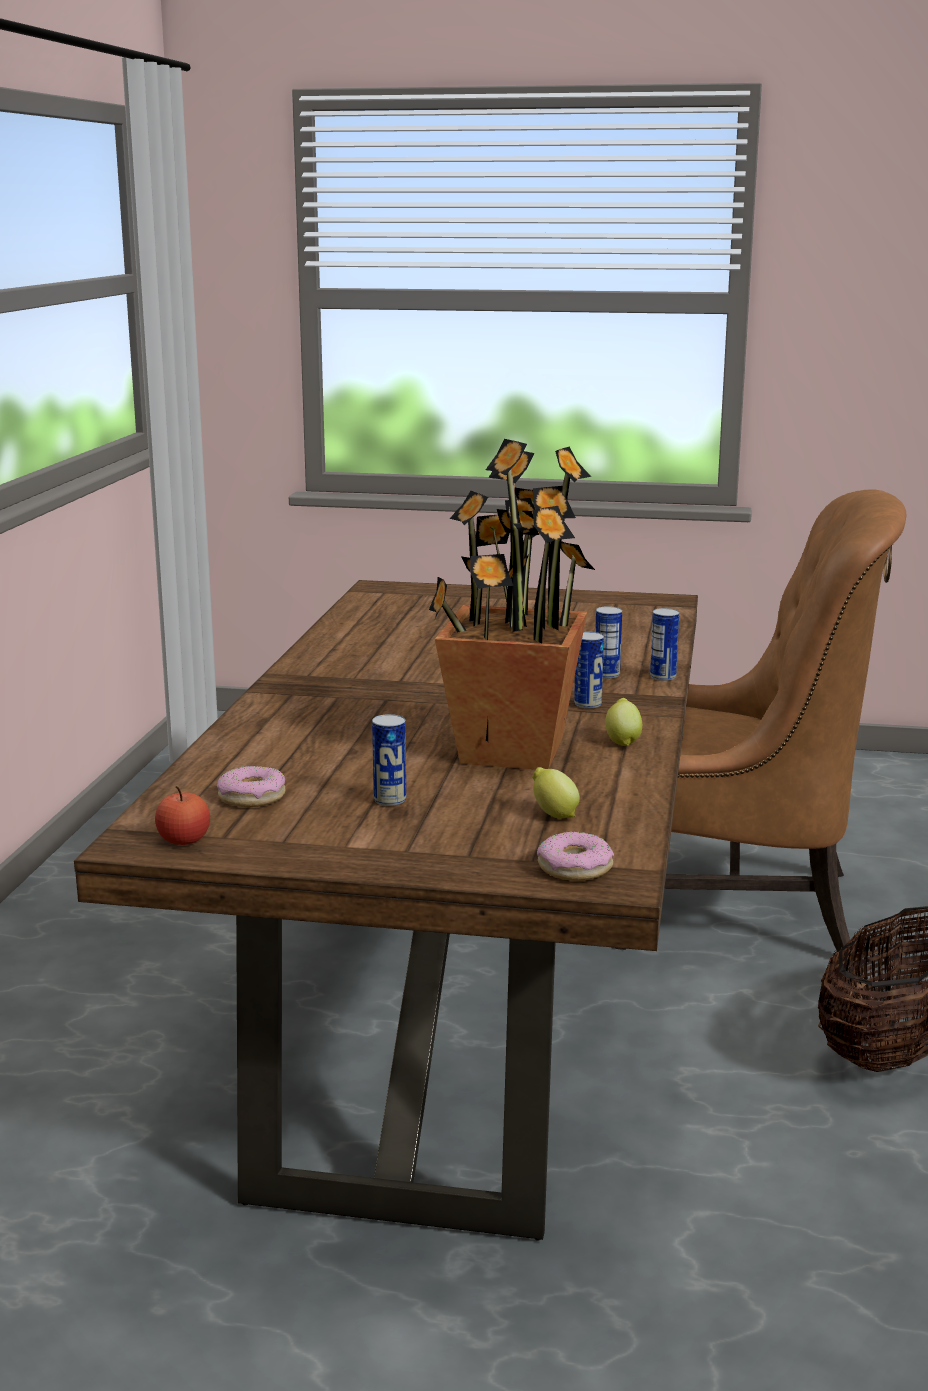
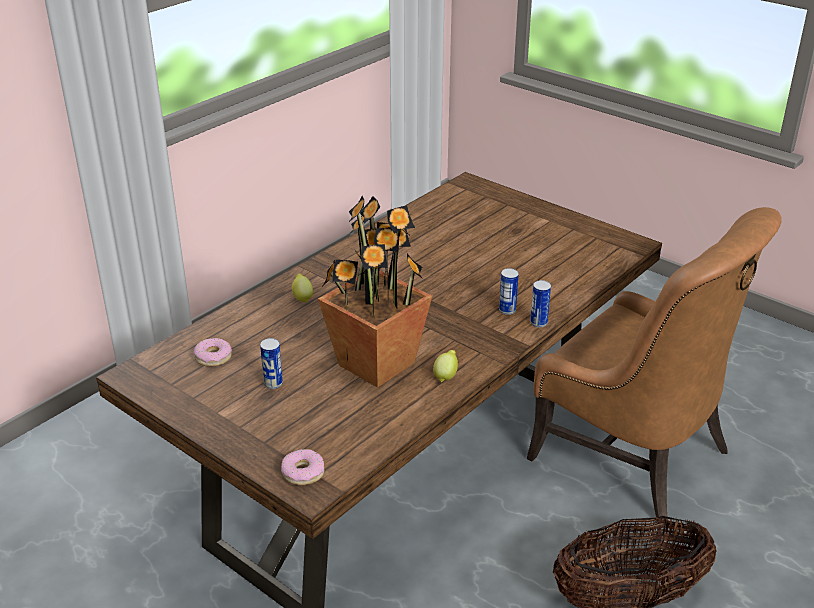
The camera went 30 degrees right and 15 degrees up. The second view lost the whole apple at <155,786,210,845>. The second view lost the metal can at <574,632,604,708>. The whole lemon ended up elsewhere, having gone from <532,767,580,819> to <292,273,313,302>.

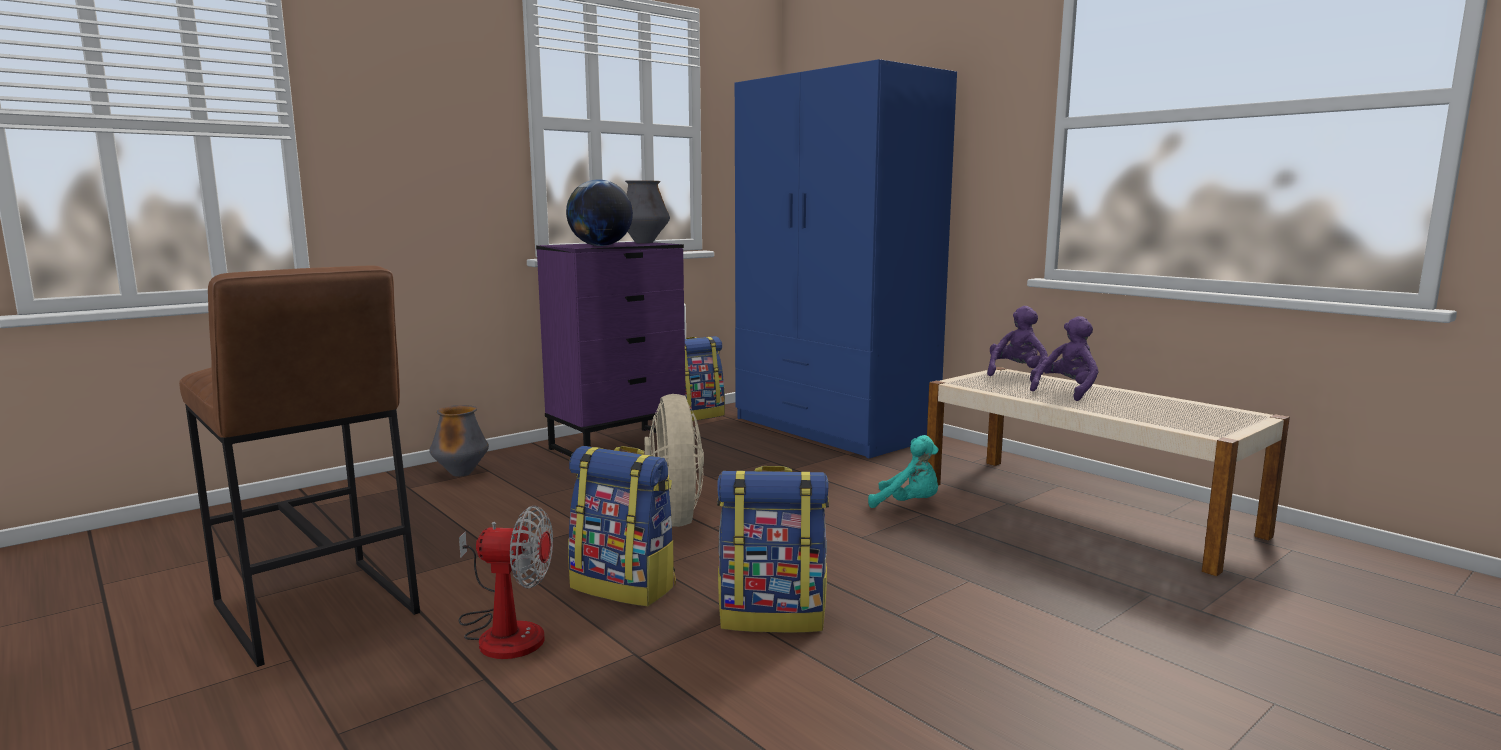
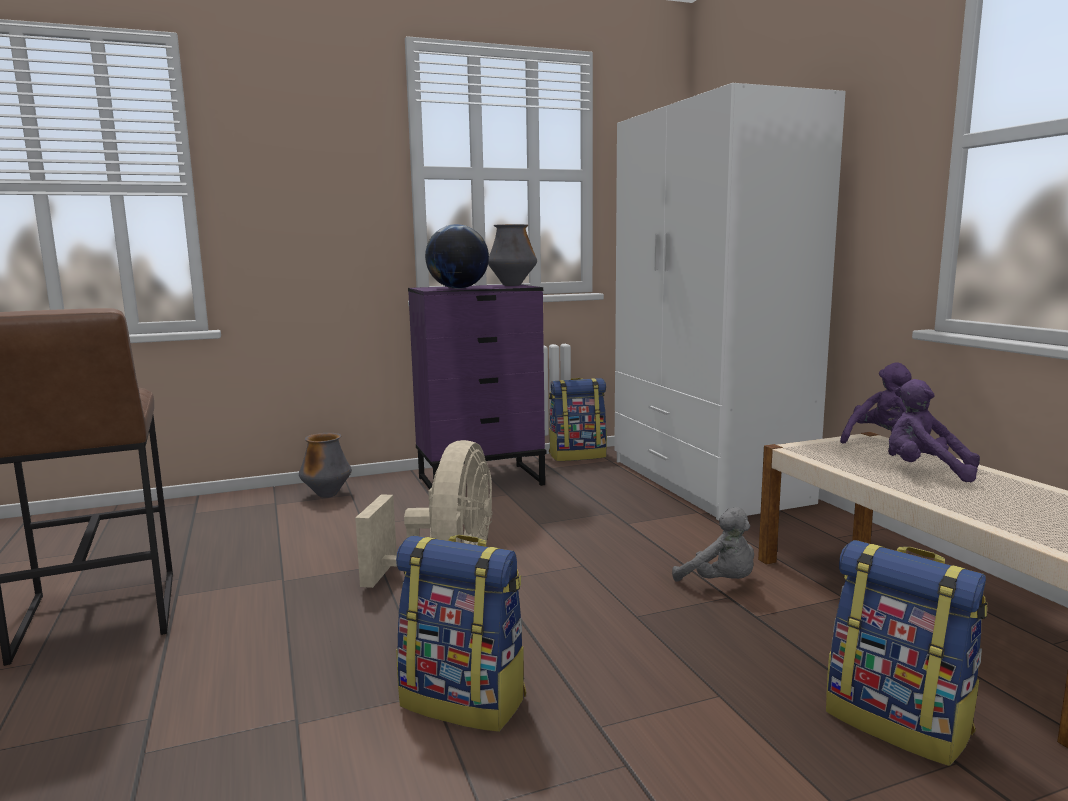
The camera went 20 degrees right and 0 degrees up. The second view lost the cooling fan at <458,506,553,659>. The rucksack ended up elsewhere, having gone from <568,446,676,606> to <826,540,987,766>. What was the bluish clothes cupboard at <735,59,957,458> turned into the whitish clothes cupboard at <614,83,846,521>. What was the turquoise-coloured cuddly toy at <868,435,939,508> turned into the greyish cuddly toy at <672,507,754,582>. The purple cuddly toy at <1030,316,1099,401> ended up facing another way, 120 degrees counterclockwise from before.

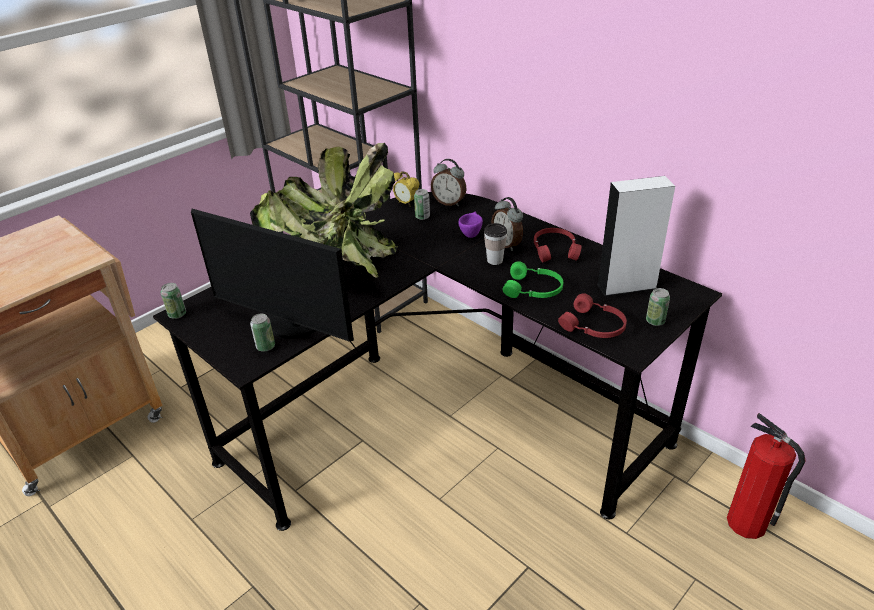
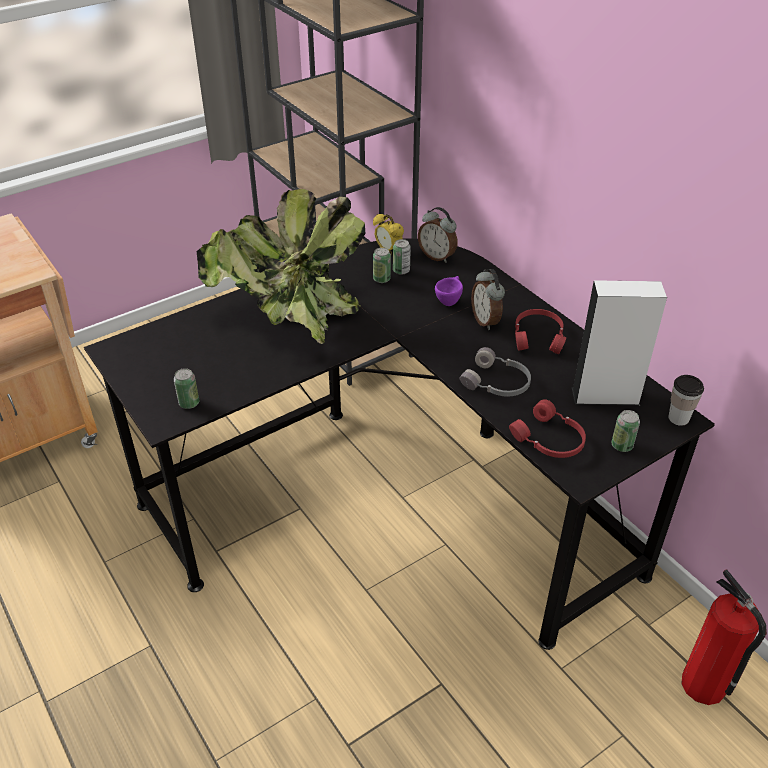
The camera went 10 degrees right and 5 degrees up. The second view lost the computer screen at <191,209,354,341>. The metal can ended up elsewhere, having gone from <160,283,186,319> to <373,247,391,283>. The small cup ended up elsewhere, having gone from <484,223,507,265> to <668,375,704,426>. What was the greenish headset at <502,261,563,298> turned into the greyish headset at <459,347,531,397>.

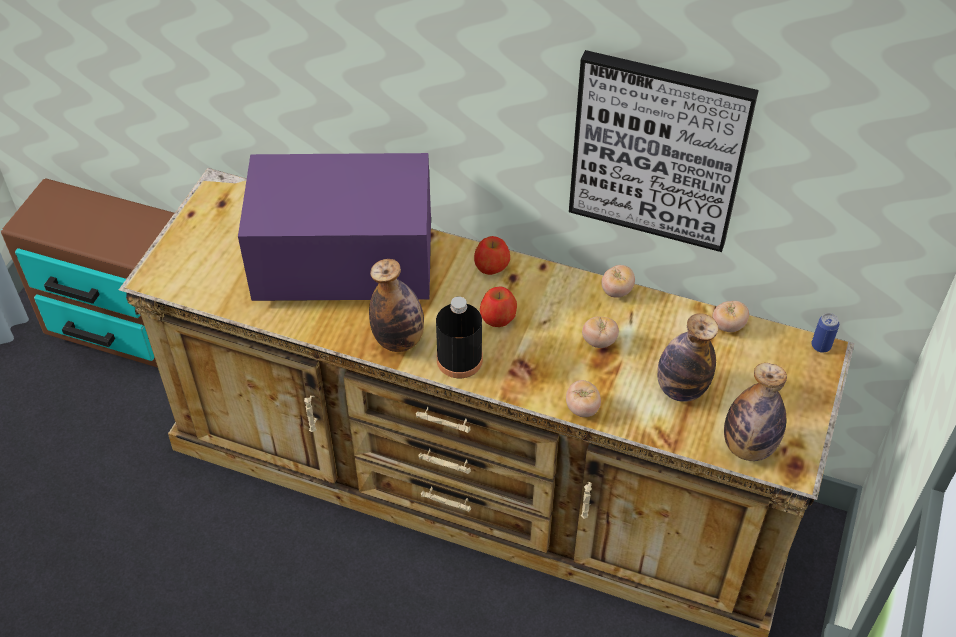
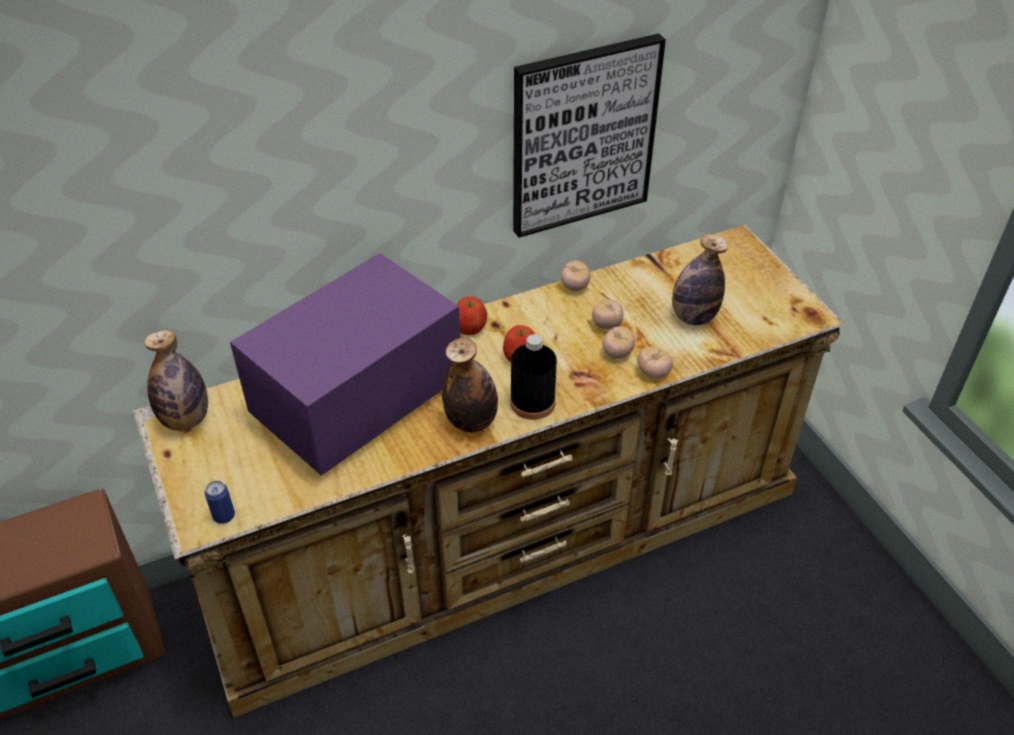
The camera went 45 degrees left and 5 degrees down. The fresh tomato ended up elsewhere, having gone from <713,301,749,332> to <603,326,635,359>. The beverage bottle ended up elsewhere, having gone from <724,363,787,461> to <144,330,208,431>. The metal can ended up elsewhere, having gone from <811,313,839,353> to <205,480,235,524>.

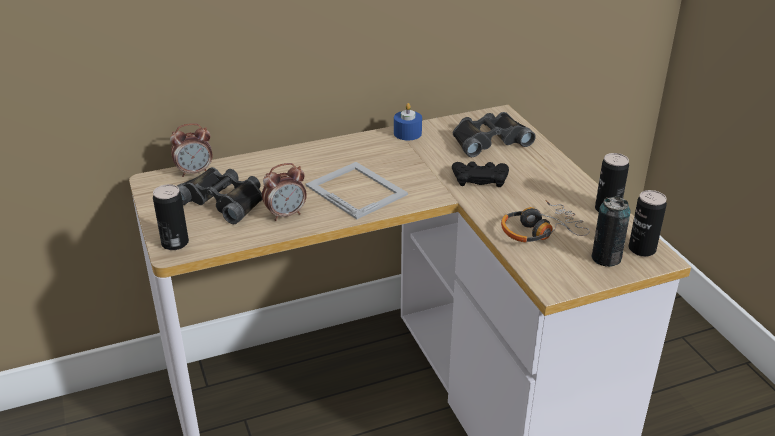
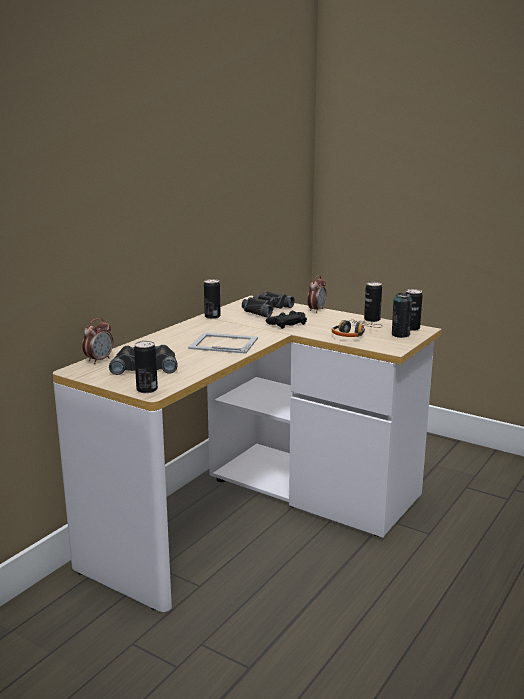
The camera went 35 degrees left and 15 degrees down. The alarm clock ended up elsewhere, having gone from <262,163,307,221> to <307,275,327,313>. Where the bluish wax candle stood at <394,103,422,141>, the metal can came to stand at <204,279,221,319>.

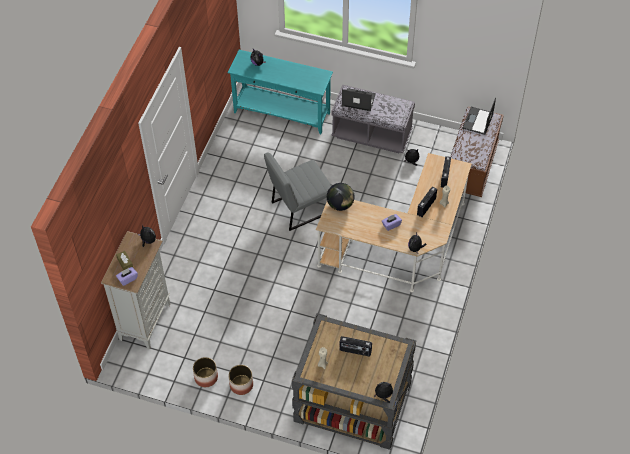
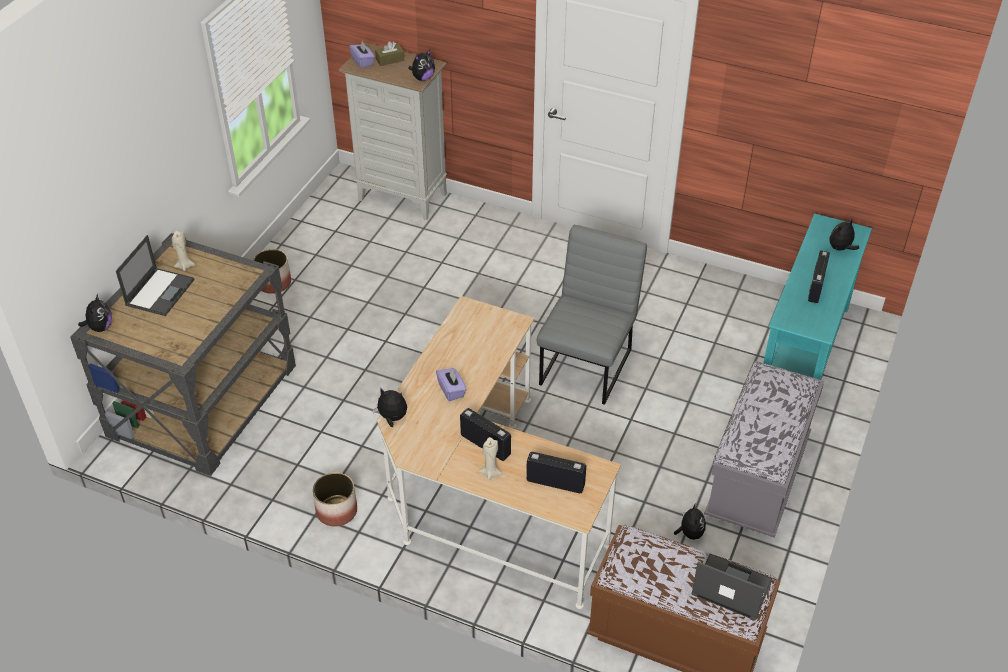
The camera went 95 degrees right and 10 degrees down. The second view lost the world globe at <327,183,355,211>. The plant pot ended up elsewhere, having gone from <193,357,218,387> to <313,472,357,526>. The radio receiver ended up elsewhere, having gone from <339,336,372,357> to <808,250,830,304>. The notebook computer ended up elsewhere, having gone from <342,88,376,111> to <116,235,194,316>. The greyish plain chair at <264,152,332,231> ended up facing another way, 45 degrees clockwise from before.

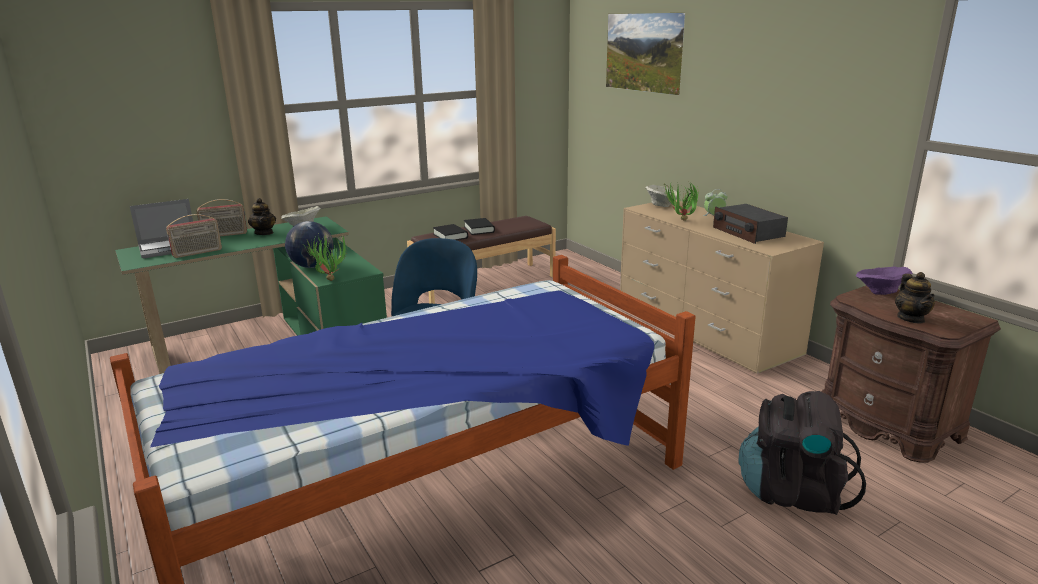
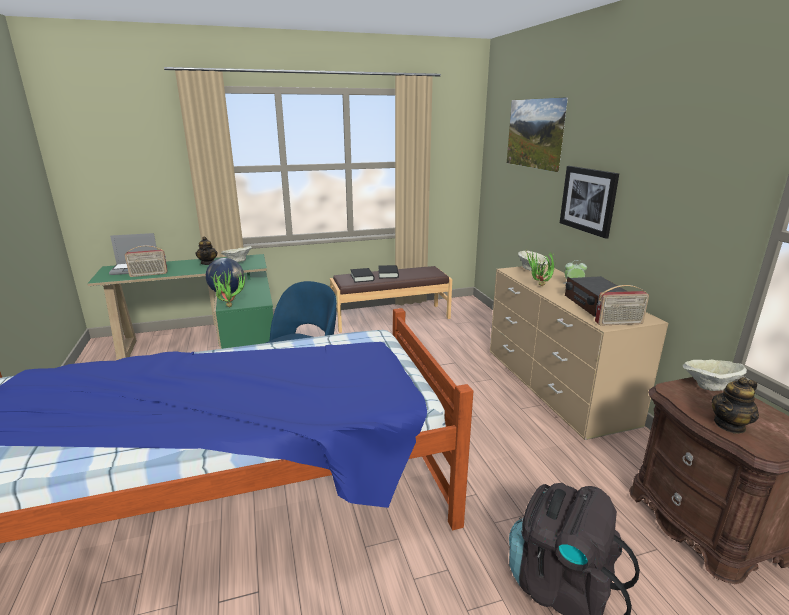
The camera went 15 degrees right and 0 degrees up. The second view gained the picture at <560,166,619,239>. The radio receiver ended up elsewhere, having gone from <197,199,247,236> to <595,285,649,326>. What was the purple deep dish at <855,266,912,295> turned into the beige-coloured deep dish at <683,360,747,391>. The tea pot at <895,272,935,323> ended up facing another way, 45 degrees clockwise from before.

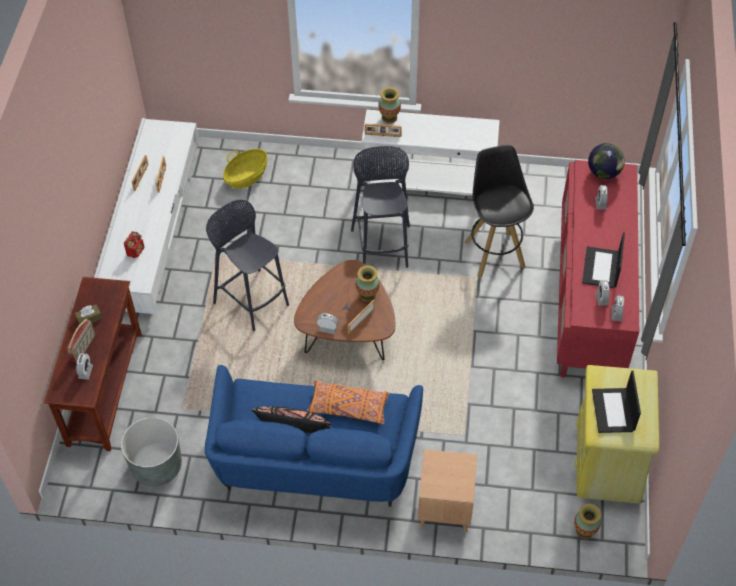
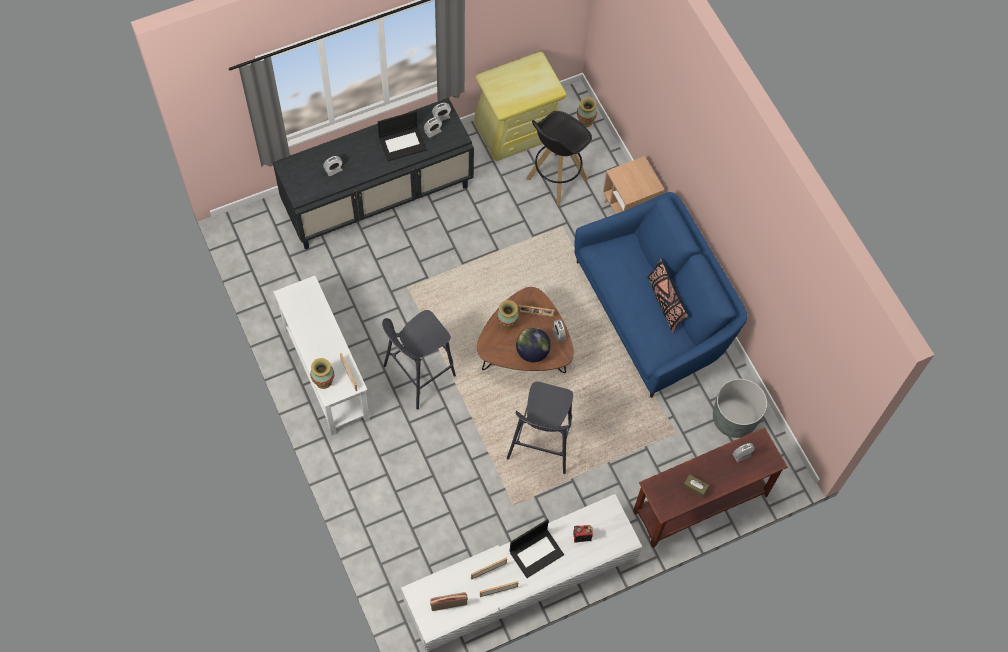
The camera went 125 degrees left and 10 degrees up. The second view lost the household basket at <223,149,267,189>. The second view lost the orange cushion at <307,380,389,424>. The radio receiver ended up elsewhere, having gone from <67,319,95,363> to <430,592,468,611>. The blackish stool ended up elsewhere, having gone from <465,145,534,278> to <526,111,592,205>. The world globe ended up elsewhere, having gone from <588,143,625,179> to <516,328,551,362>. The notebook computer ended up elsewhere, having gone from <592,370,641,433> to <510,519,564,578>. What was the reddish cabinet at <557,160,639,378> turned into the blackish cabinet at <273,98,474,249>.

